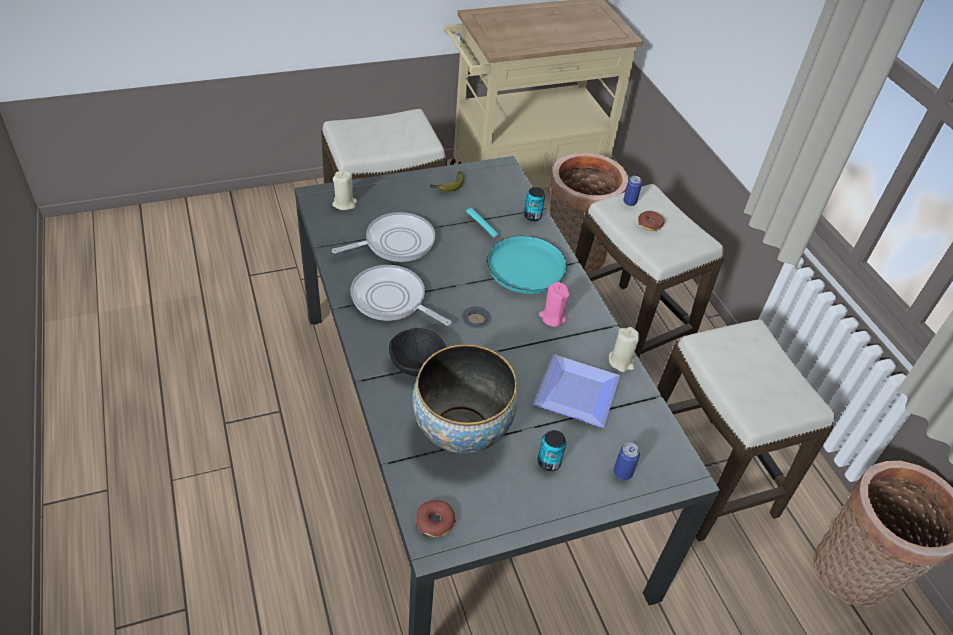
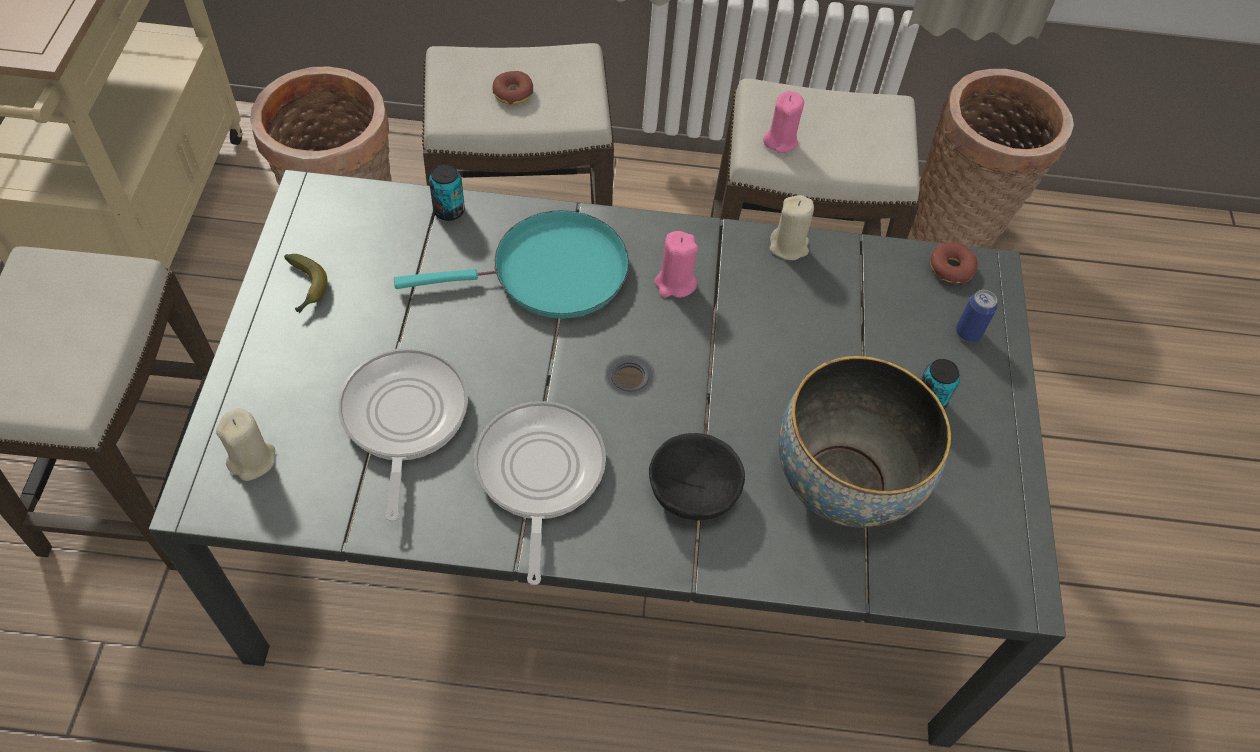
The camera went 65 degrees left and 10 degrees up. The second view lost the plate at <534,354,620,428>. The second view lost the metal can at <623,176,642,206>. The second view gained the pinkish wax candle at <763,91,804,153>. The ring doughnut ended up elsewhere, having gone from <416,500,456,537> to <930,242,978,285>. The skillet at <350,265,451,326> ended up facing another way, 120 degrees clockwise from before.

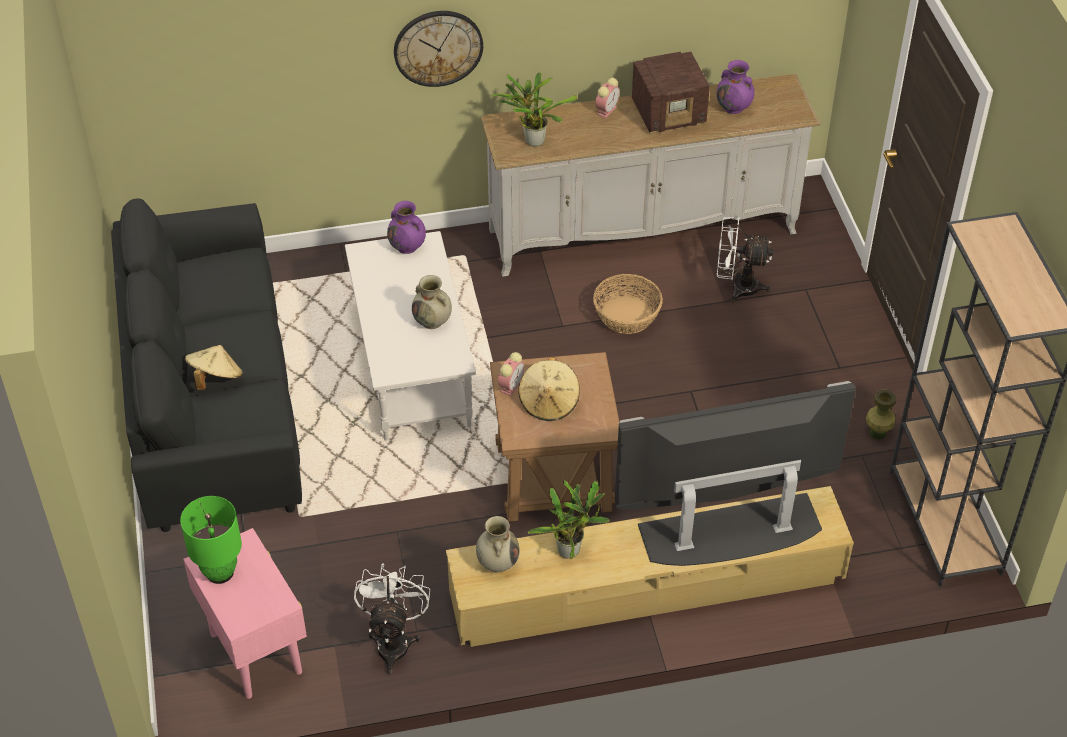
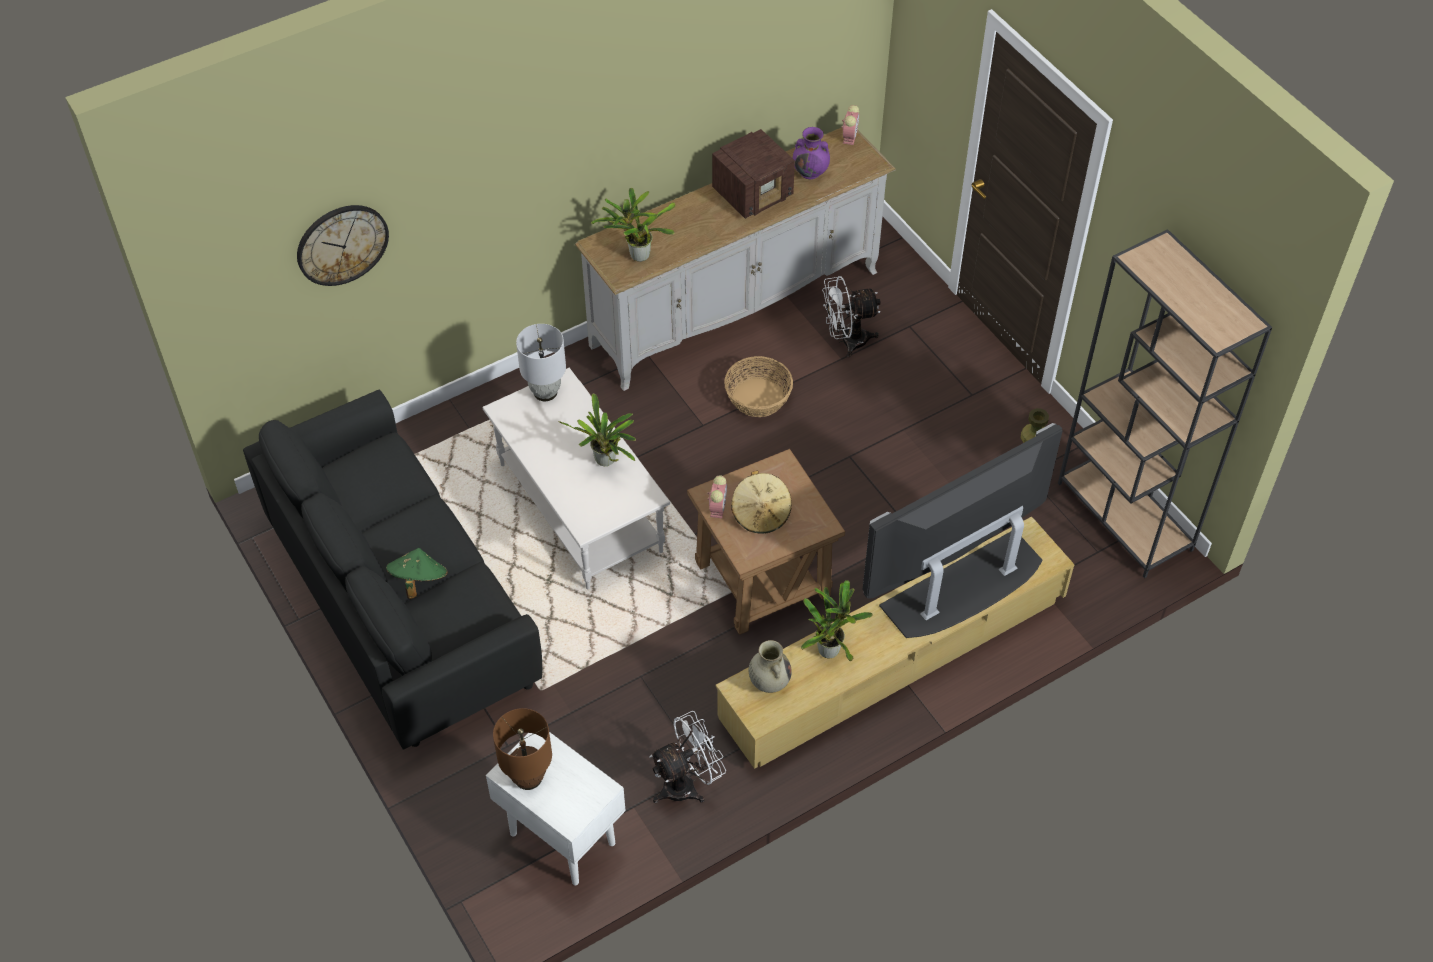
The camera went 20 degrees left and 5 degrees up. The hanging clock ended up elsewhere, having gone from <394,11,483,87> to <297,205,389,286>. The alarm clock ended up elsewhere, having gone from <595,78,620,118> to <841,105,859,145>. Where the purple flower vase stood at <387,201,426,254>, the whitish table lamp came to stand at <516,324,566,401>. Where the beige-coloured flower vase stood at <412,275,452,329>, the plant in a pot came to stand at <558,393,636,466>. What was the greenish table lamp at <180,496,242,584> turned into the brown table lamp at <493,708,552,790>. What was the pinkish side table at <183,528,307,699> turned into the whitish side table at <486,732,625,885>. What was the beige-coloured clothing hat at <185,345,243,390> turned into the greenish clothing hat at <386,548,448,599>. The whitish cooling fan at <354,563,430,674> ended up facing another way, 75 degrees clockwise from before.

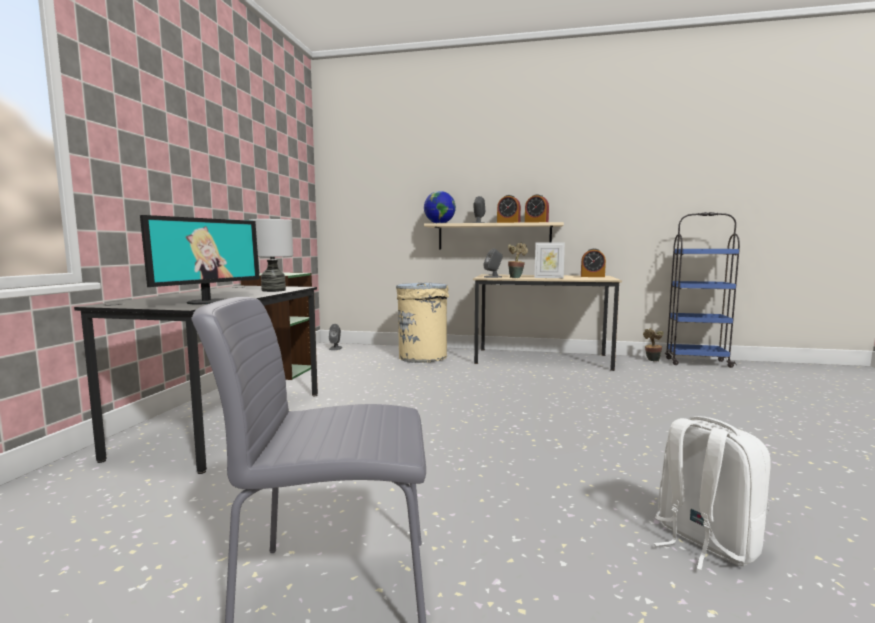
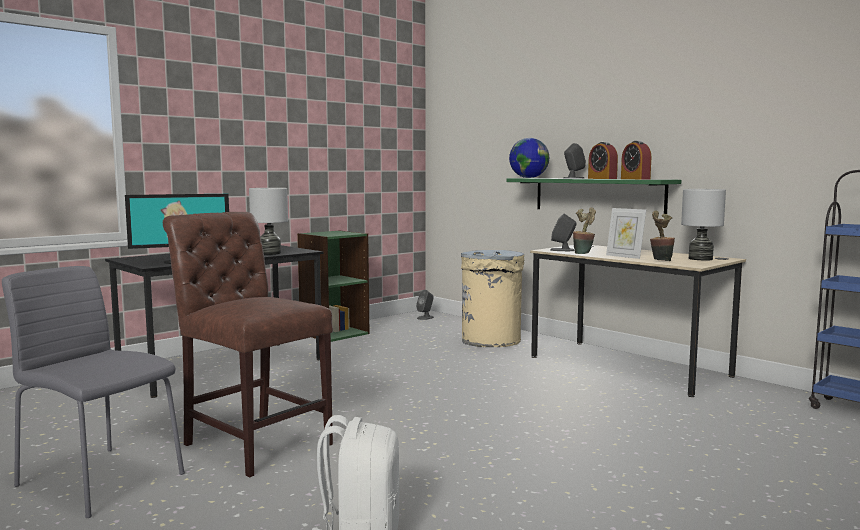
The camera went 35 degrees right and 0 degrees up. The second view gained the brown plain chair at <163,212,333,478>. The plant in a pot ended up elsewhere, having gone from <643,328,664,362> to <650,211,675,261>. Where the alarm clock stood at <581,248,606,277>, the greyish table lamp came to stand at <681,189,726,260>. What was the beige-coloured wall shelf at <424,222,564,249> turned into the greenish wall shelf at <507,178,681,214>.

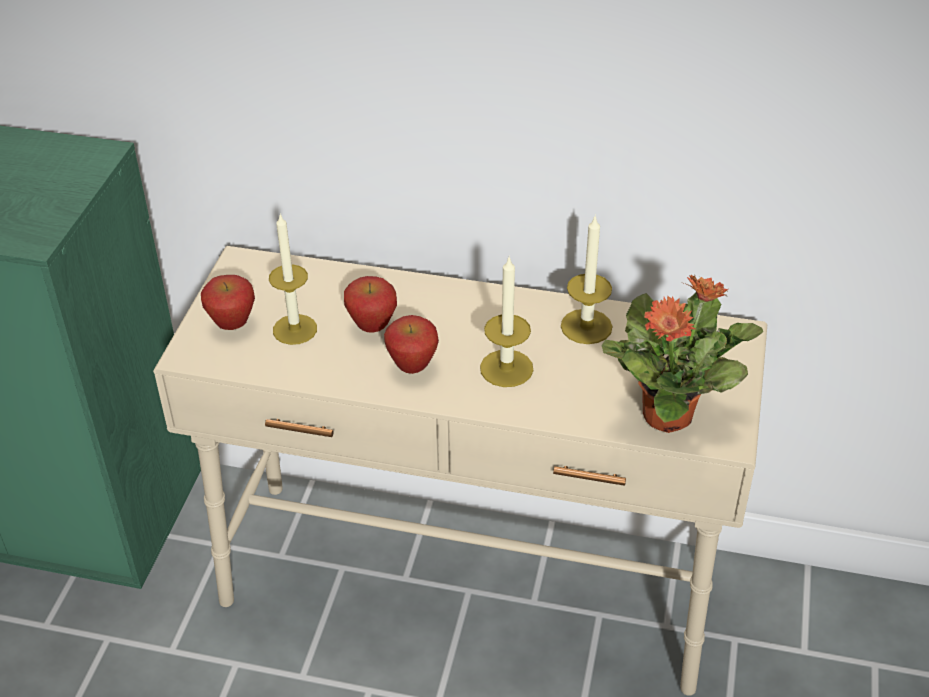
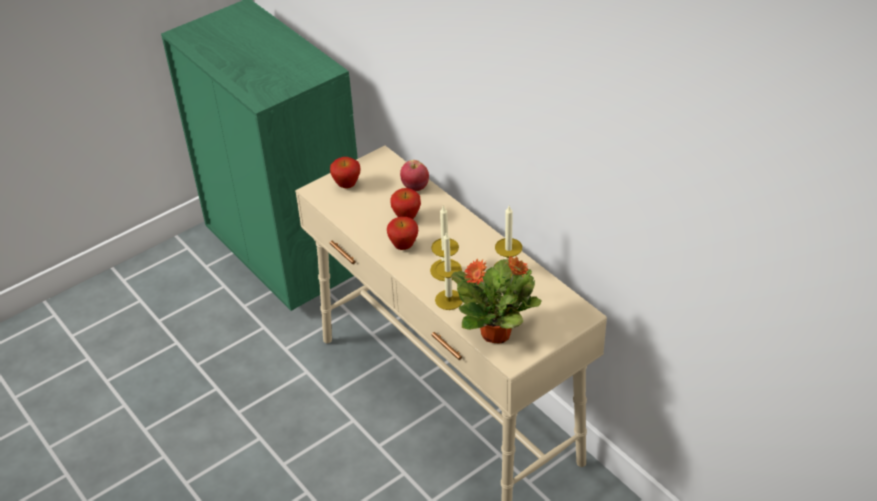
The camera went 40 degrees right and 0 degrees up. The second view gained the whole apple at <400,160,429,191>. The wax candle ended up elsewhere, having gone from <269,214,317,345> to <435,232,463,310>.

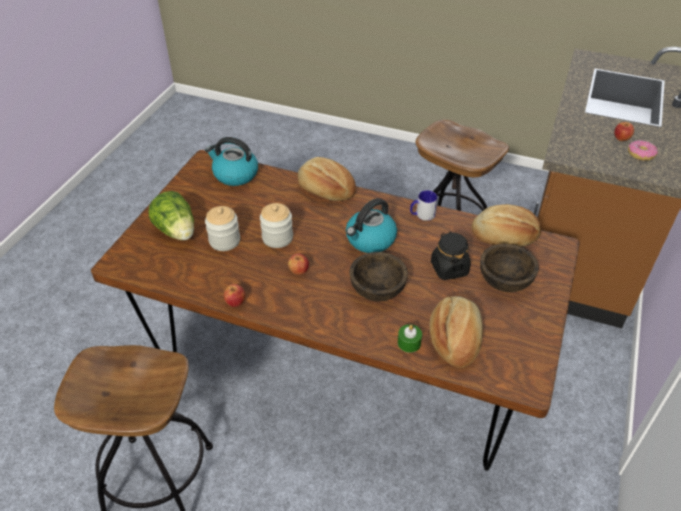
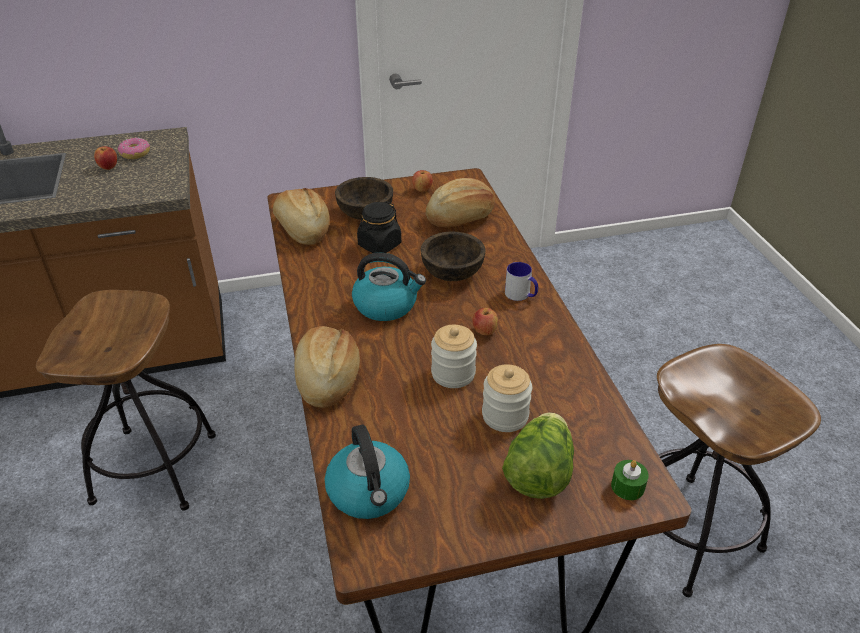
The camera went 125 degrees left and 5 degrees down. The whole apple ended up elsewhere, having gone from <224,284,245,307> to <412,170,433,192>. The greenish wax candle ended up elsewhere, having gone from <398,324,422,353> to <611,460,649,500>. The coffee mug ended up elsewhere, having gone from <410,190,438,221> to <505,262,538,301>.

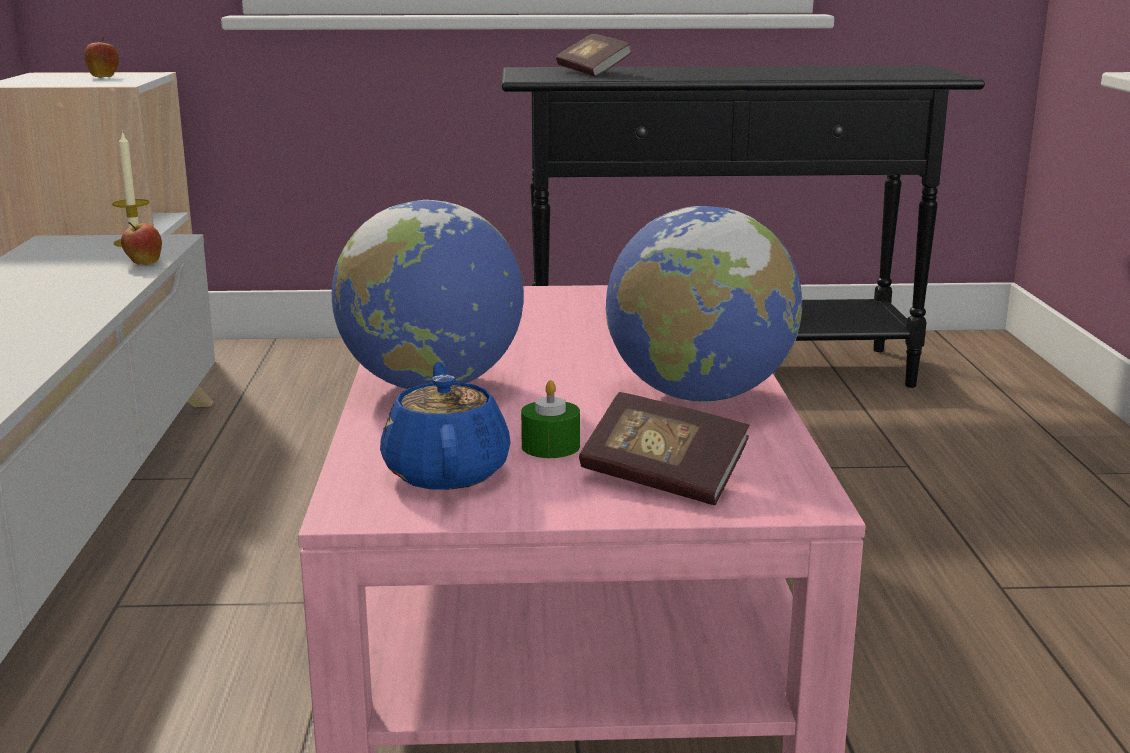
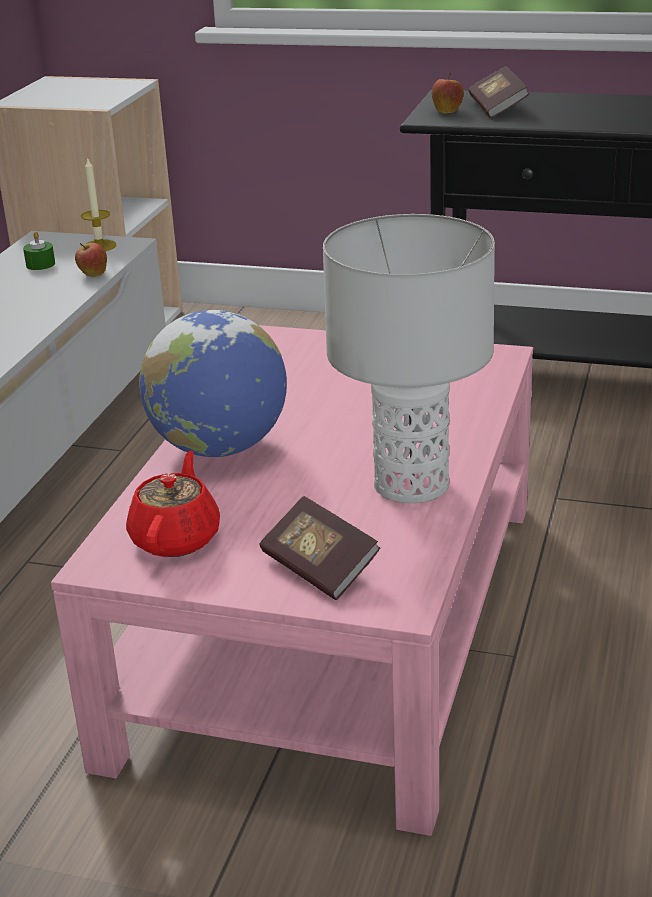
The camera went 20 degrees right and 10 degrees up. The whole apple ended up elsewhere, having gone from <84,37,119,78> to <432,73,464,114>. The greenish wax candle ended up elsewhere, having gone from <521,380,580,458> to <23,231,55,270>. Where the world globe stood at <606,206,803,402>, the whitish table lamp came to stand at <323,214,495,503>. What was the bluish tea pot at <380,362,511,490> turned into the reddish tea pot at <126,450,220,557>.

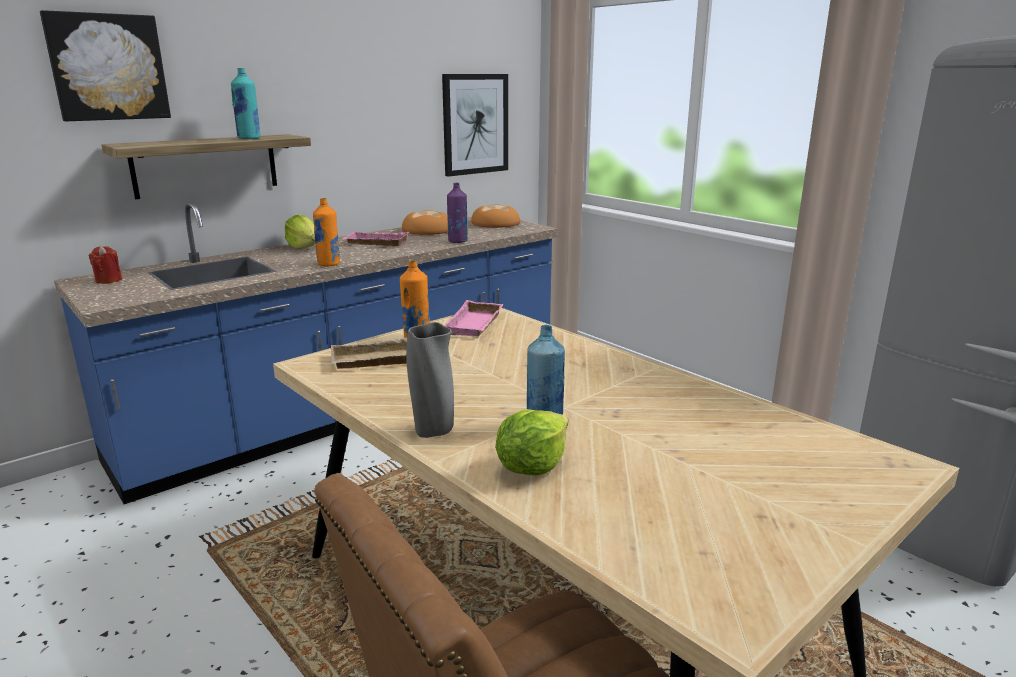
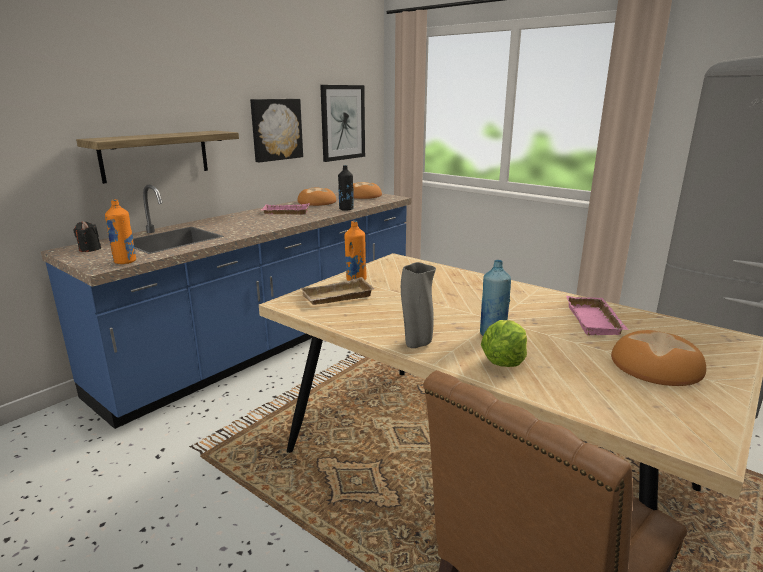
The camera went 10 degrees left and 0 degrees up. The second view lost the turquoise-coloured beverage bottle at <231,68,260,139>. The second view lost the lettuce head at <285,215,315,249>. The second view gained the bread at <611,330,706,386>. The picture ended up elsewhere, having gone from <40,10,171,121> to <250,99,303,162>. The orange beverage bottle ended up elsewhere, having gone from <313,198,340,267> to <105,199,136,264>. The pinkish tray ended up elsewhere, having gone from <443,300,503,336> to <566,296,628,335>. What was the reddish wax candle at <89,246,122,284> turned into the blackish wax candle at <73,221,101,252>. What was the purple beverage bottle at <447,183,468,243> turned into the blackish beverage bottle at <338,165,354,211>.

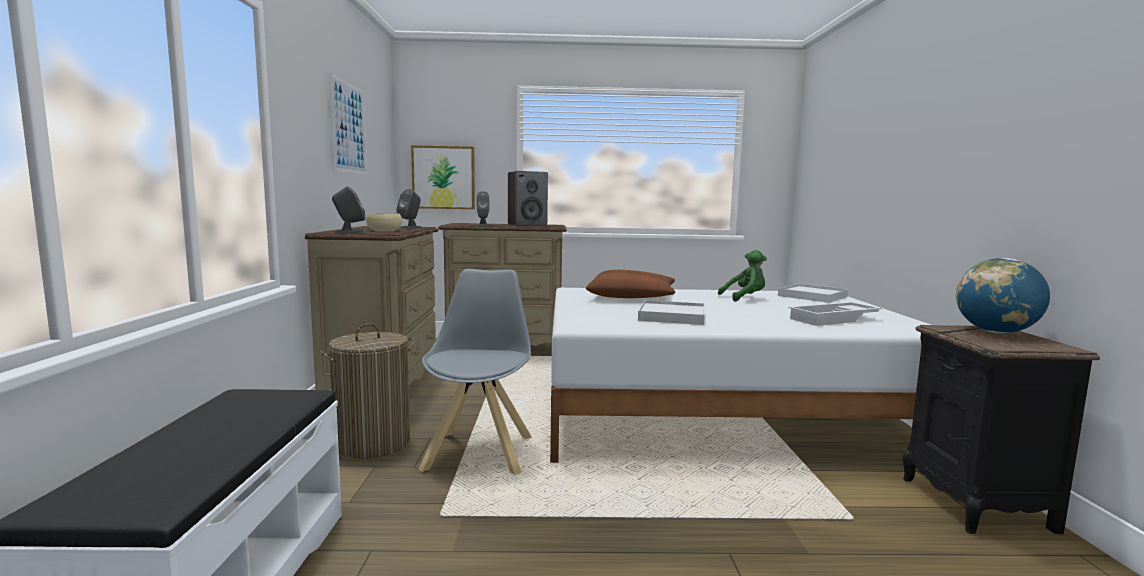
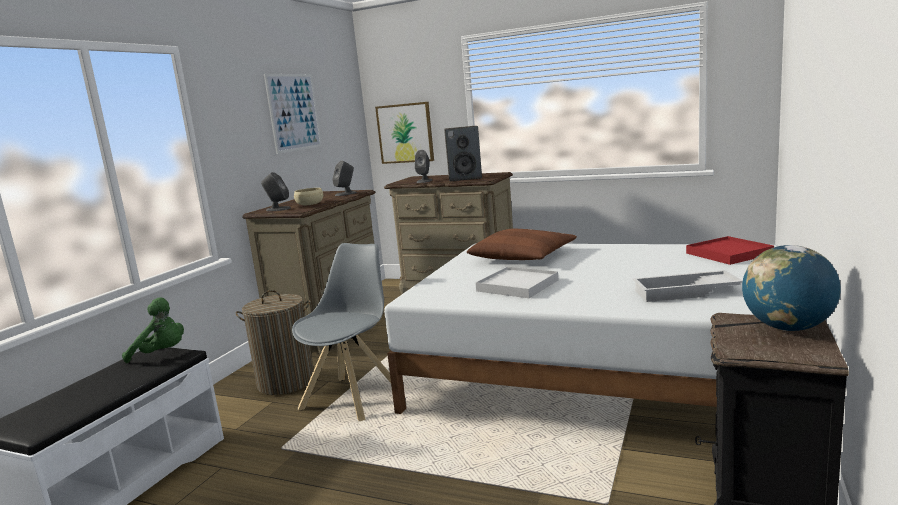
The camera went 25 degrees right and 5 degrees up. The greenish cuddly toy ended up elsewhere, having gone from <718,250,767,302> to <122,297,184,363>. What was the whitish tray at <778,284,848,303> turned into the reddish tray at <686,236,774,265>.

